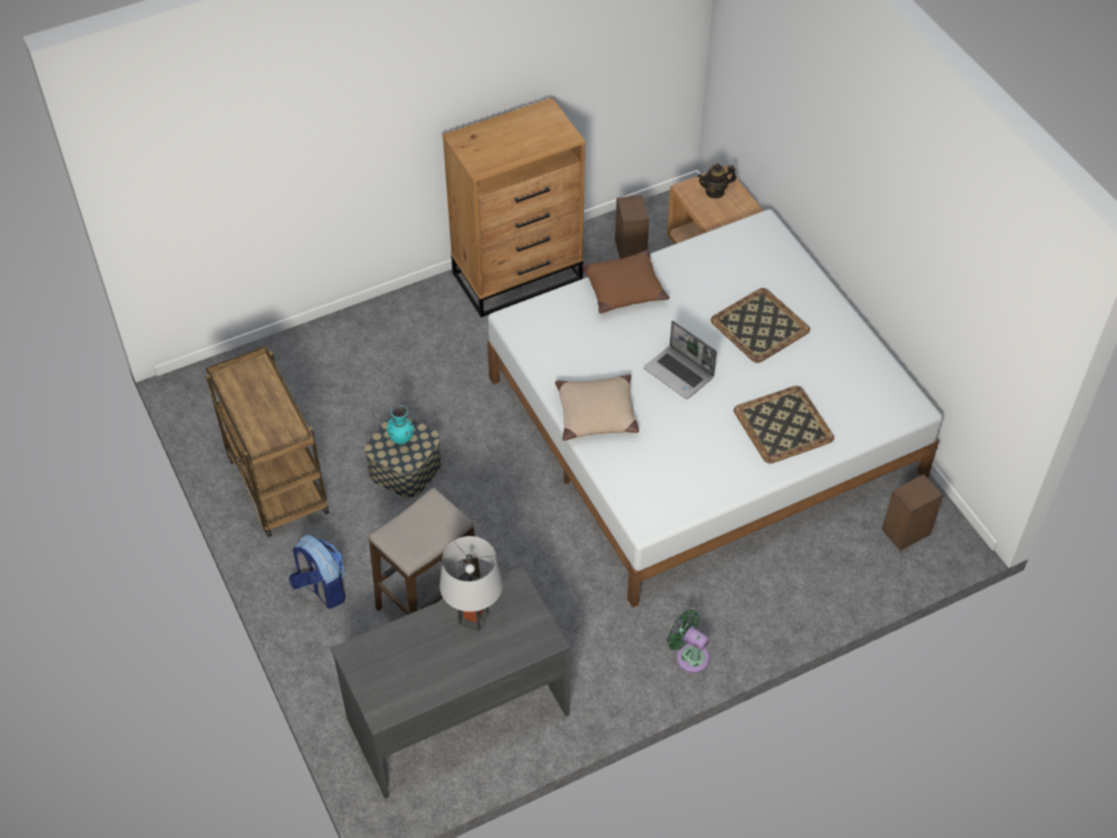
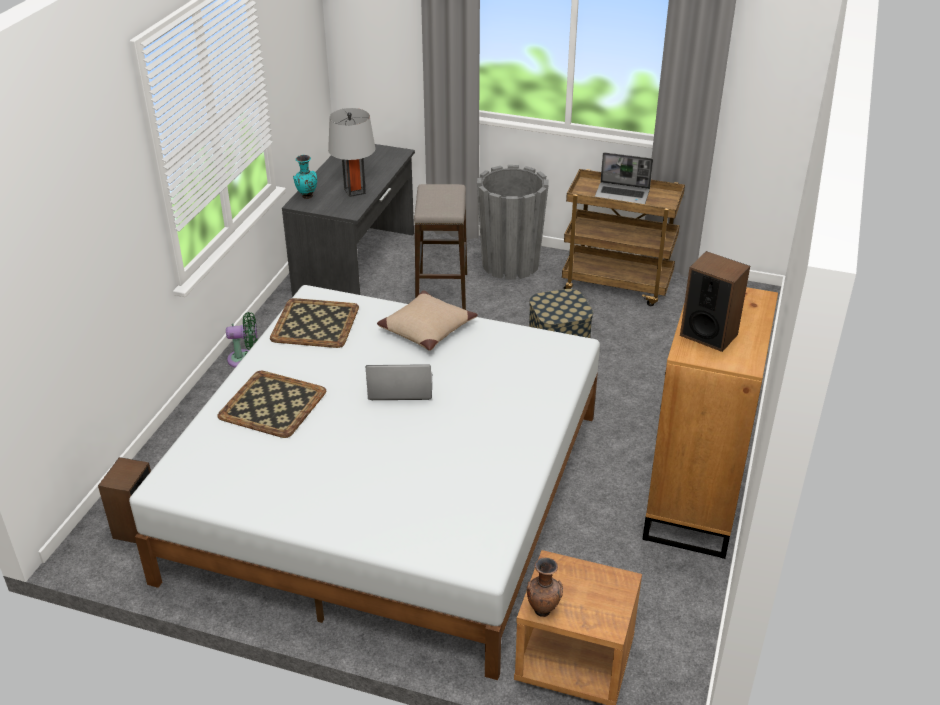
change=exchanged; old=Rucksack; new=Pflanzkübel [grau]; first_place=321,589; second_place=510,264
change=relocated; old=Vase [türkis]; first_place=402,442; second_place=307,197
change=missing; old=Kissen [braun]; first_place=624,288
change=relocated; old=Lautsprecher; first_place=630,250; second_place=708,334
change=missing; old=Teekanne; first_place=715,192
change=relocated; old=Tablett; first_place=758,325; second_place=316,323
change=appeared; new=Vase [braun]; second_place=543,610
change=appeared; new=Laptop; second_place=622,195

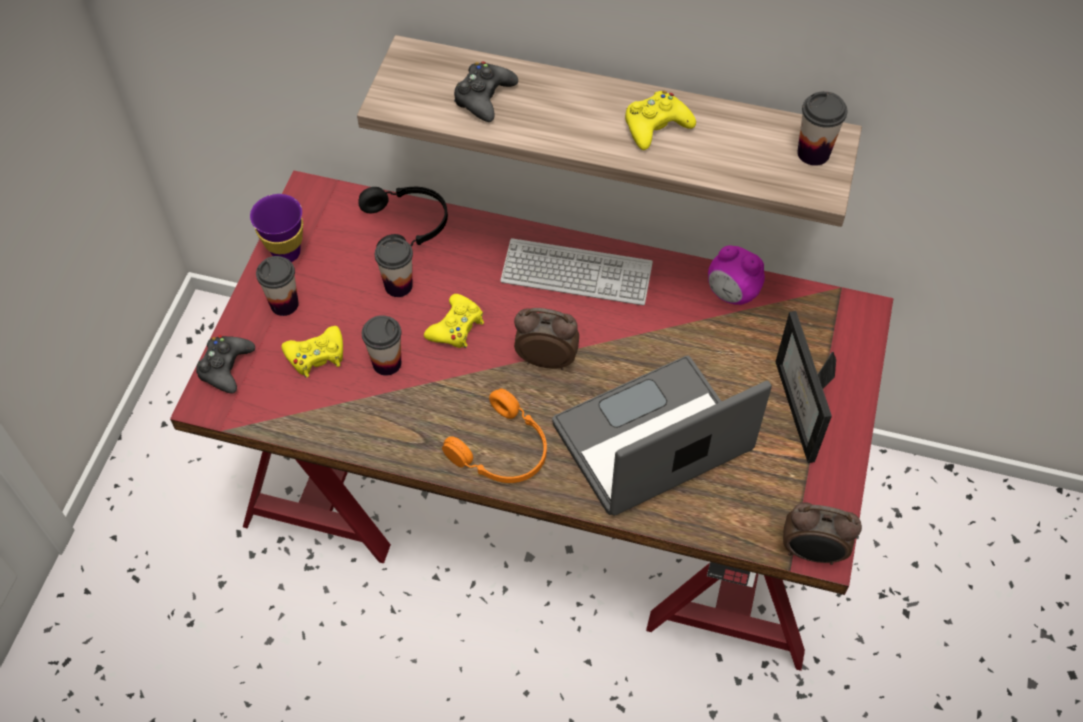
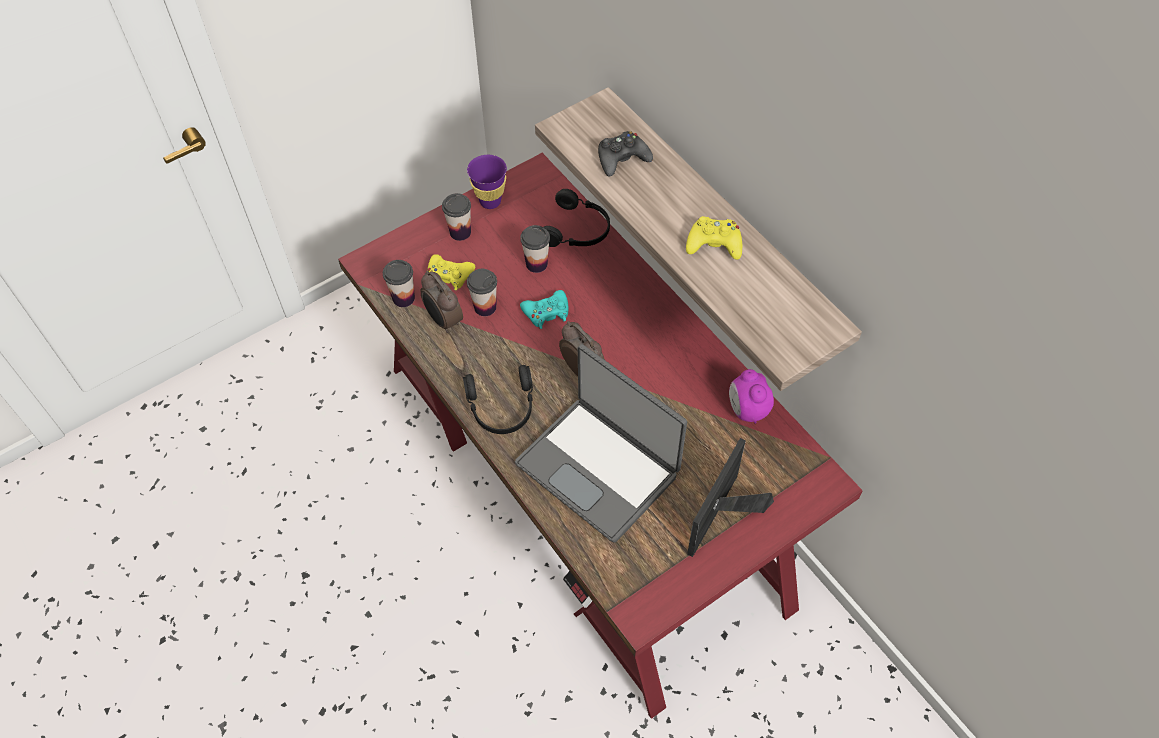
change=missing; old=Gamepad [schwarz]; first_place=226,367
change=colour; old=Gamepad [gelb]; new=Gamepad [türkis]; first_place=456,327; second_place=547,313
change=colour; old=Kopfhörer [orange]; new=Kopfhörer [schwarz]; first_place=503,451; second_place=502,408
change=missing; old=Tastatur; first_place=576,274
change=spun; old=Laptop; first_place=653,441; second_place=599,467; degrees=-150
change=relocated; old=Wecker; first_place=812,553; second_place=443,320
change=relocated; old=Tasse; first_place=813,153; second_place=403,298

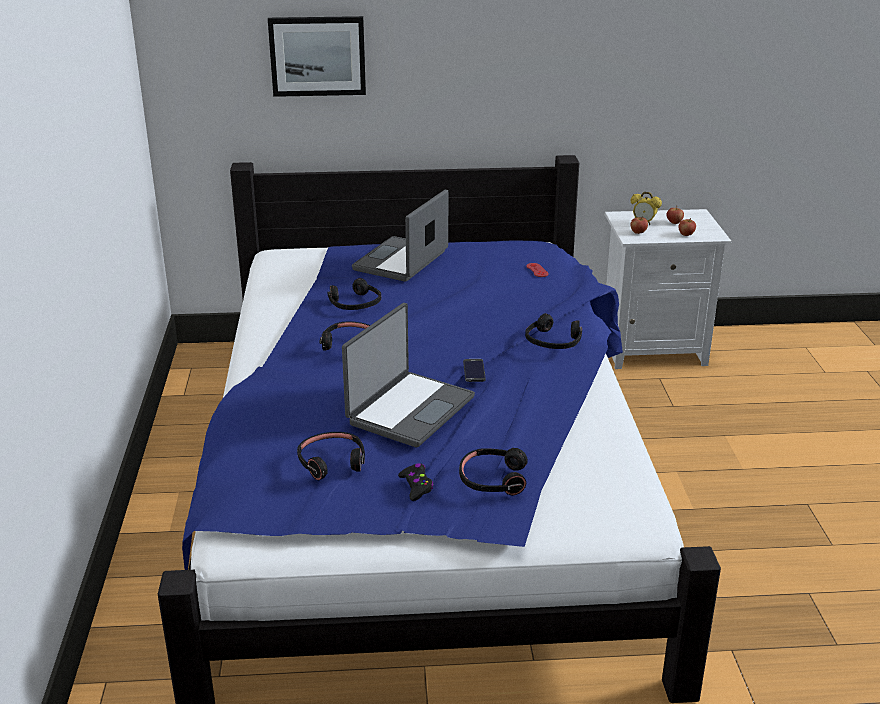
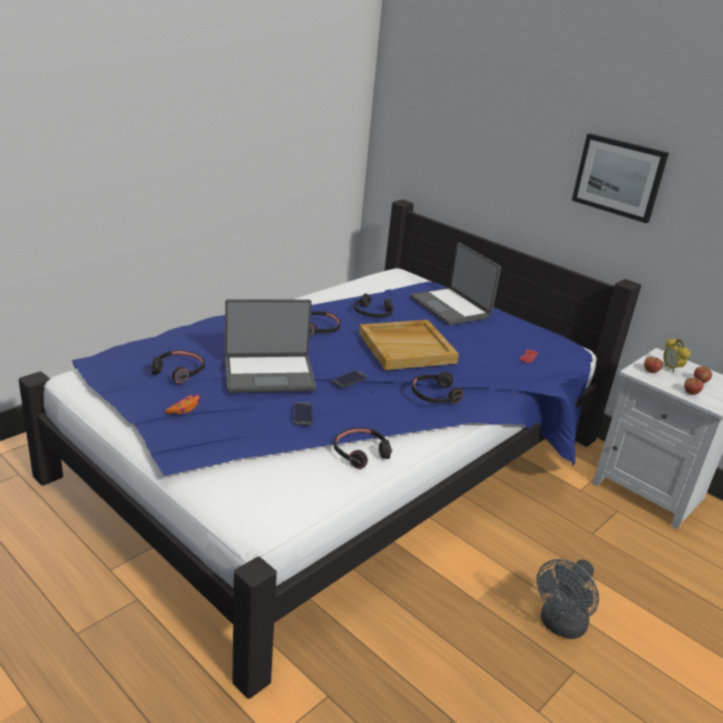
change=relocated; old=Bild; first_place=317,56; second_place=619,177
change=spun; old=Laptop; first_place=402,261; second_place=451,307; degrees=-105
change=colour; old=Gamepad [schwarz]; new=Gamepad [orange]; first_place=416,486; second_place=184,408
change=relocated; old=Kopfhörer [schwarz]; first_place=492,479; second_place=361,453
change=appeared; new=Handy; second_place=303,414
change=appeared; new=Tablett [beige]; second_place=407,347
change=appeared; new=Ventilator [grau]; second_place=560,626

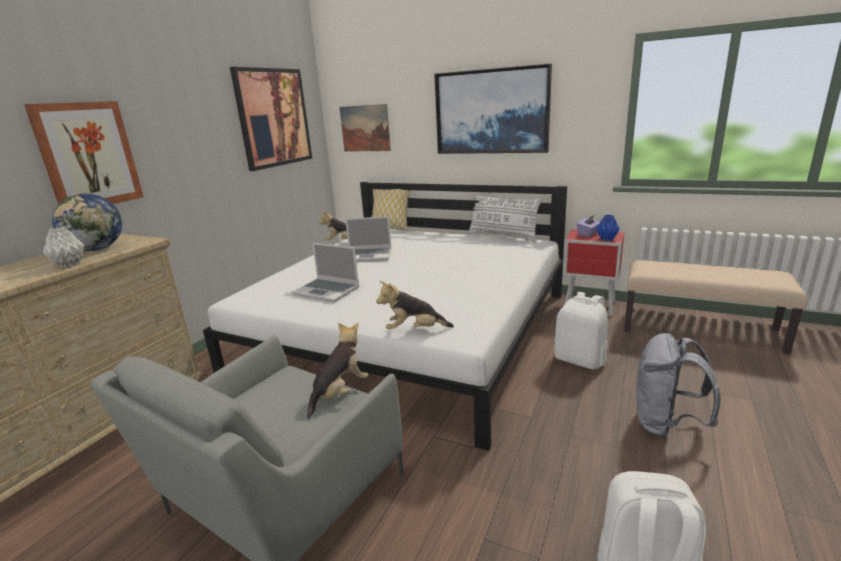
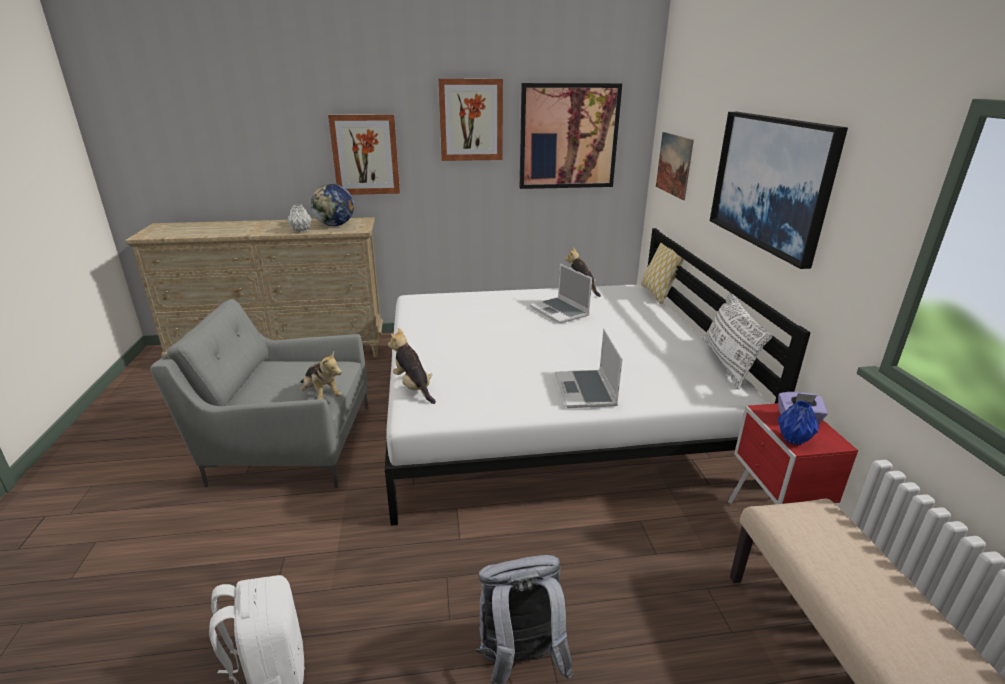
change=relocated; old=Laptop; first_place=327,291; second_place=586,391
change=spun; old=Plüschtier; first_place=340,393; second_place=321,395; degrees=45
change=missing; old=Rucksack [weiß]; first_place=580,360
change=appeared; new=Bild; second_place=471,120

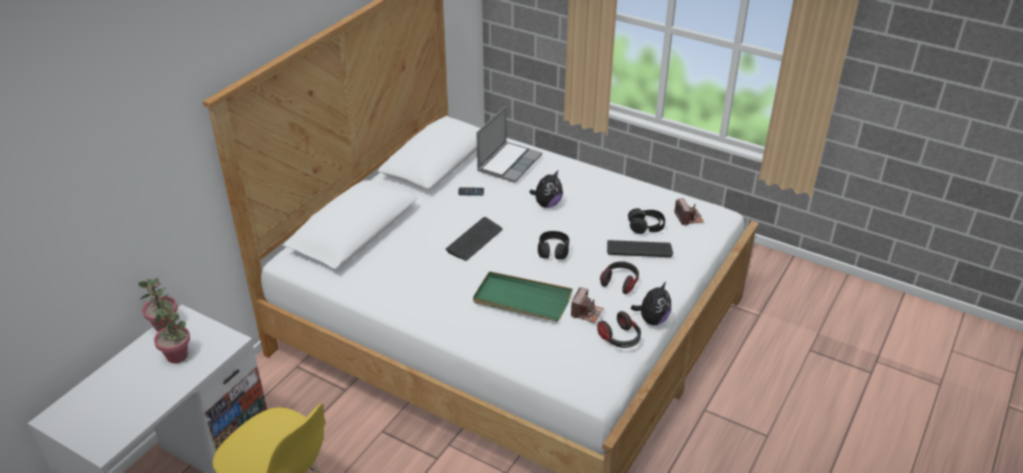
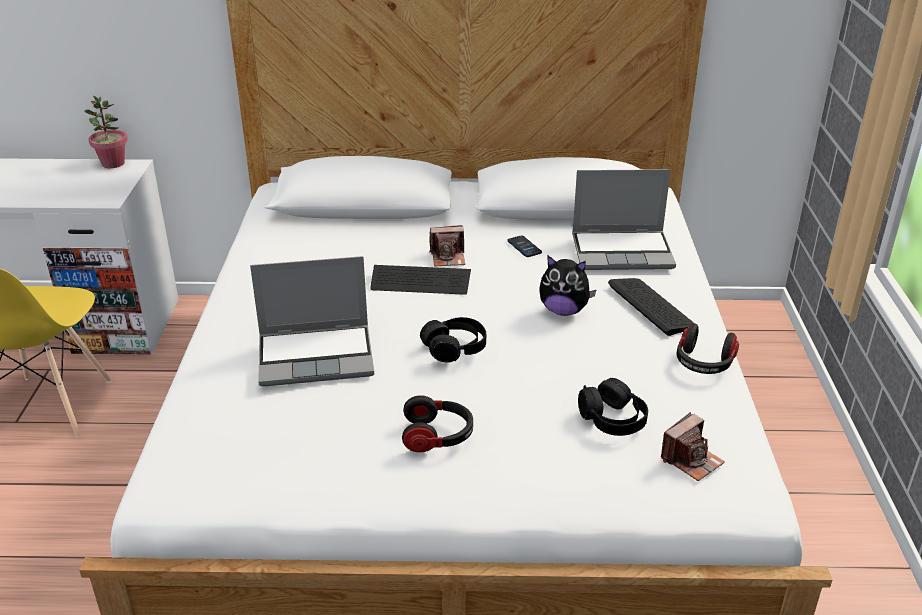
change=missing; old=Topfpflanze; first_place=177,356
change=exchanged; old=Tablett [grün]; new=Laptop; first_place=522,300; second_place=317,356
change=relocated; old=Kamera; first_place=586,312; second_place=448,257
change=relocated; old=Kopfhörer; first_place=620,339; second_place=703,364
change=relocated; old=Tastatur; first_place=639,249; second_place=651,306
change=missing; old=Plüschtier; first_place=652,320

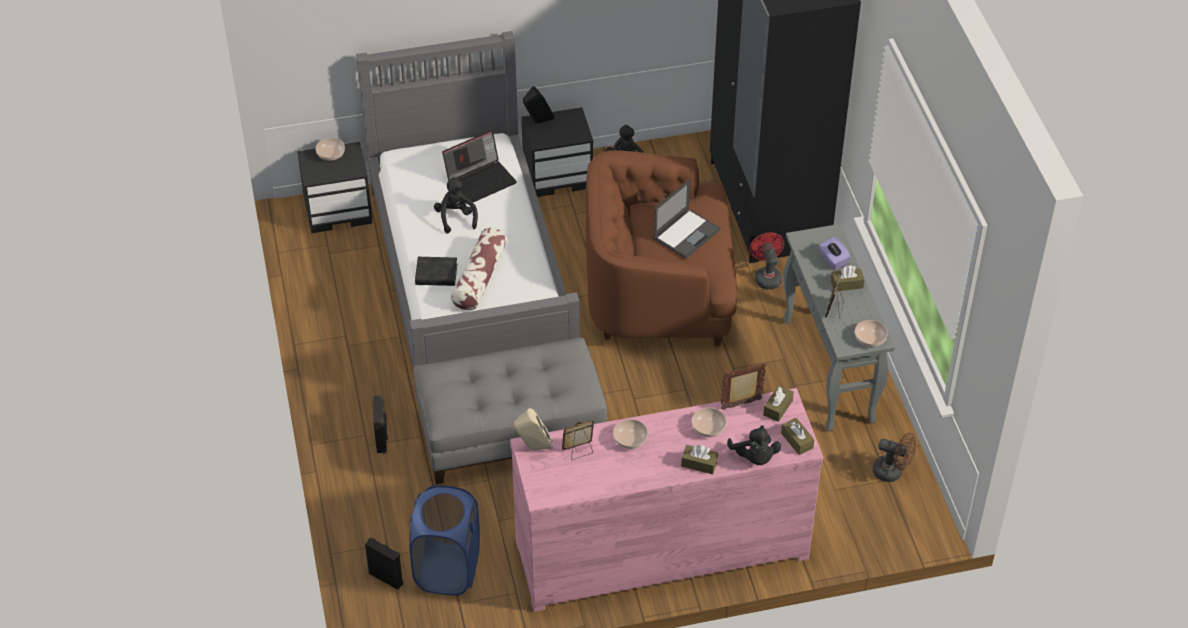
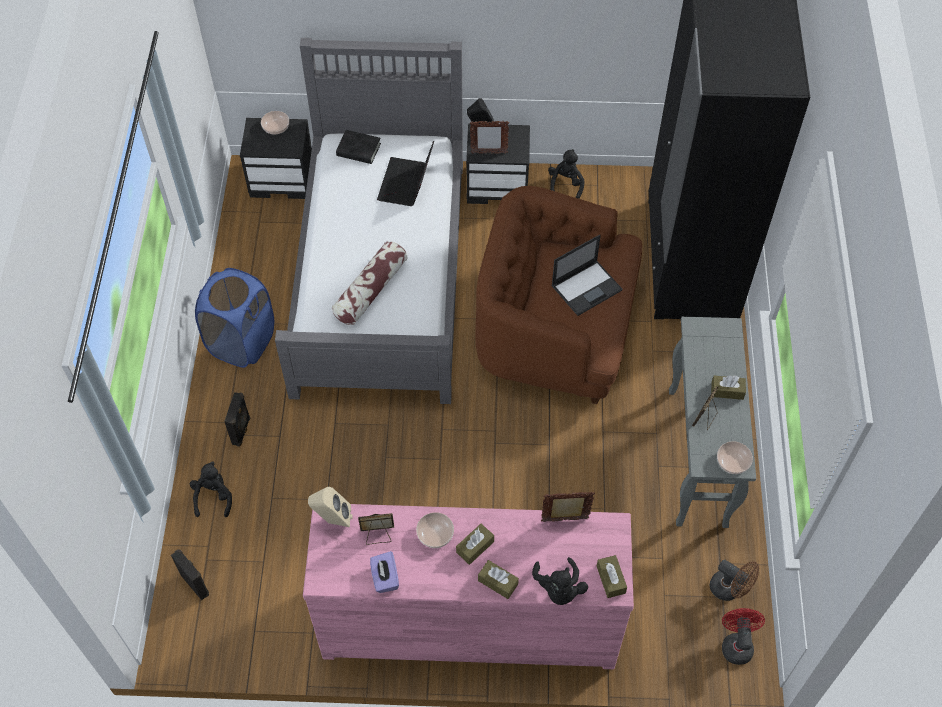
change=relocated; old=Wäschekorb [blau]; first_place=447,569; second_place=242,342
change=missing; old=Polsterhocker [grau]; first_place=511,432
change=relocated; old=Buch [schwarz]; first_place=436,274; second_place=358,150
change=relocated; old=Plüschtier [schwarz]; first_place=456,218; second_place=213,497
change=spun; old=Laptop; first_place=481,180; second_place=406,184; degrees=120
change=missing; old=Schüssel; first_place=708,428
change=relocated; old=Ventilator [rot]; first_place=766,276; second_place=736,644
change=relocated; old=Taschentuchbox [braun]; first_place=778,408; second_place=475,547
change=relocated; old=Taschentuchbox [lila]; first_place=833,260; second_place=385,578
change=appeared; new=Bilderrahmen; second_place=488,153

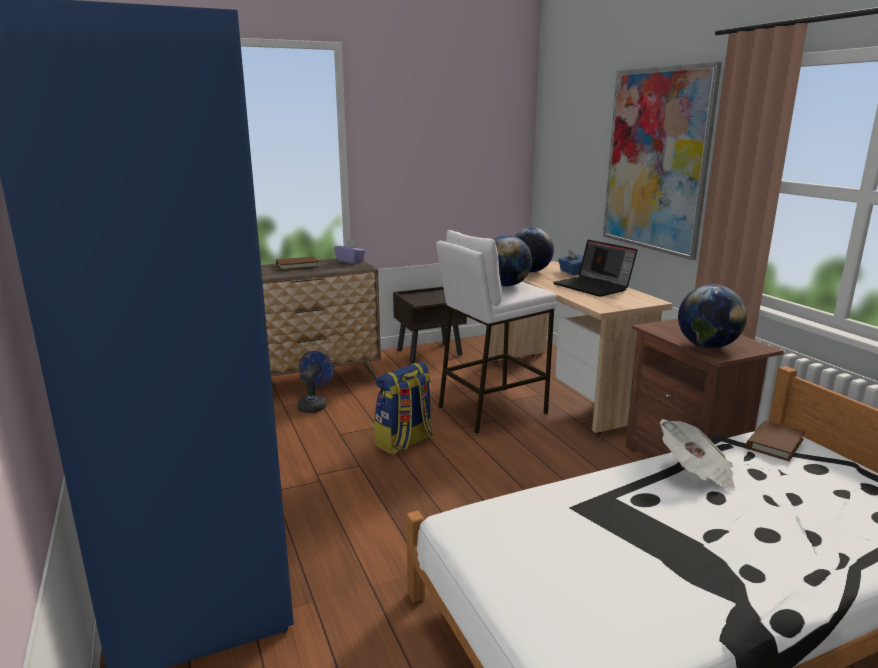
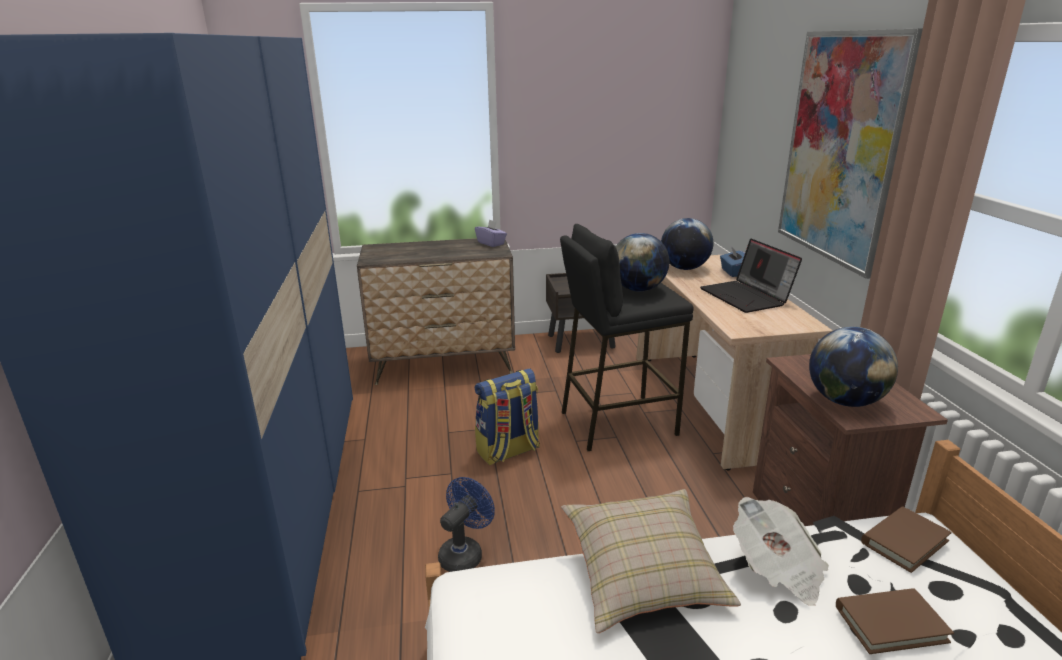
change=relocated; old=Buch [braun]; first_place=297,266; second_place=890,624
change=relocated; old=Ventilator [blau]; first_place=314,405; second_place=464,553
change=colour; old=Hocker [weiß]; new=Hocker [schwarz]; first_place=491,410; second_place=617,422
change=appeared; new=Kissen [beige]; second_place=643,576

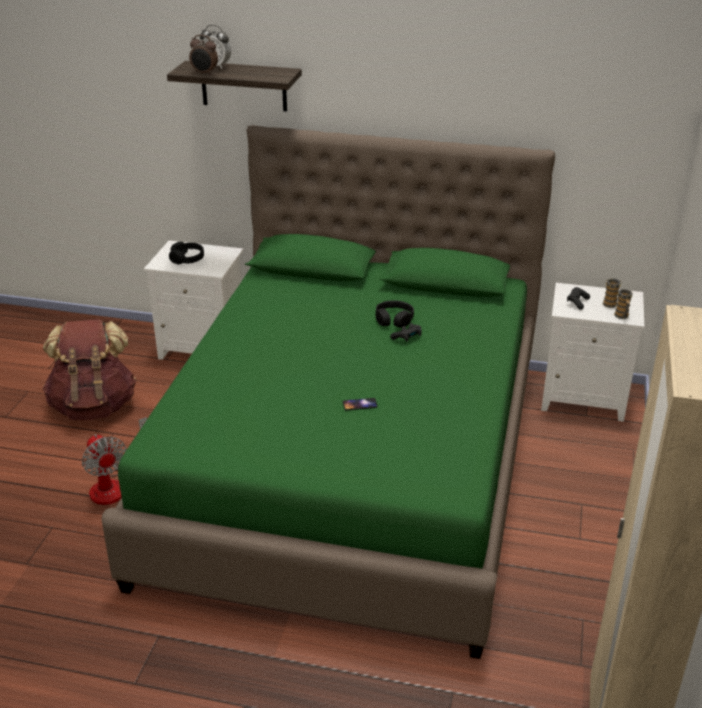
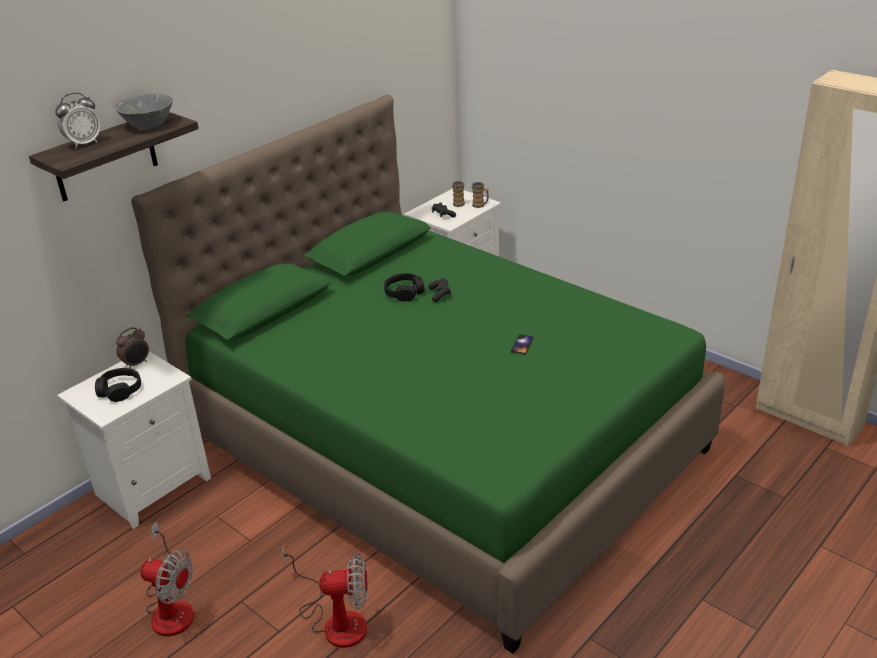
change=exchanged; old=Rucksack [braun]; new=Ventilator; first_place=94,406; second_place=171,607
change=relocated; old=Wecker; first_place=204,73; second_place=137,364
change=appeared; new=Schüssel [grau]; second_place=148,124

